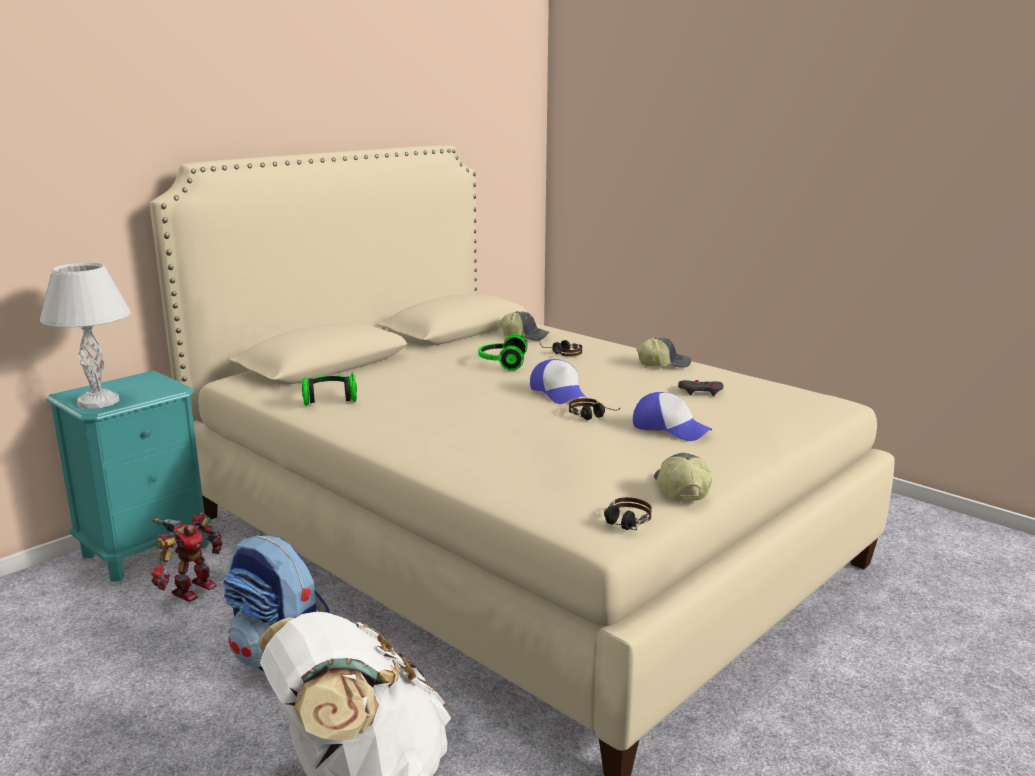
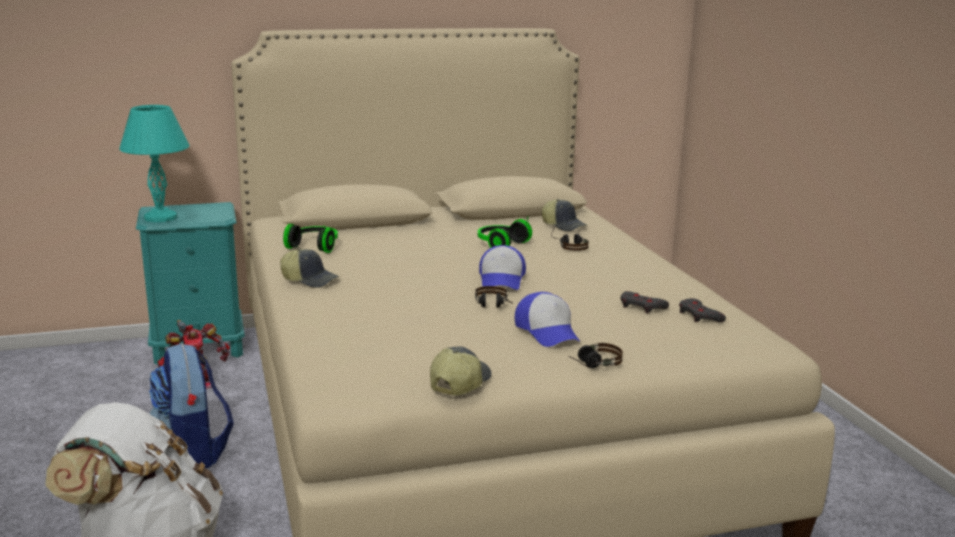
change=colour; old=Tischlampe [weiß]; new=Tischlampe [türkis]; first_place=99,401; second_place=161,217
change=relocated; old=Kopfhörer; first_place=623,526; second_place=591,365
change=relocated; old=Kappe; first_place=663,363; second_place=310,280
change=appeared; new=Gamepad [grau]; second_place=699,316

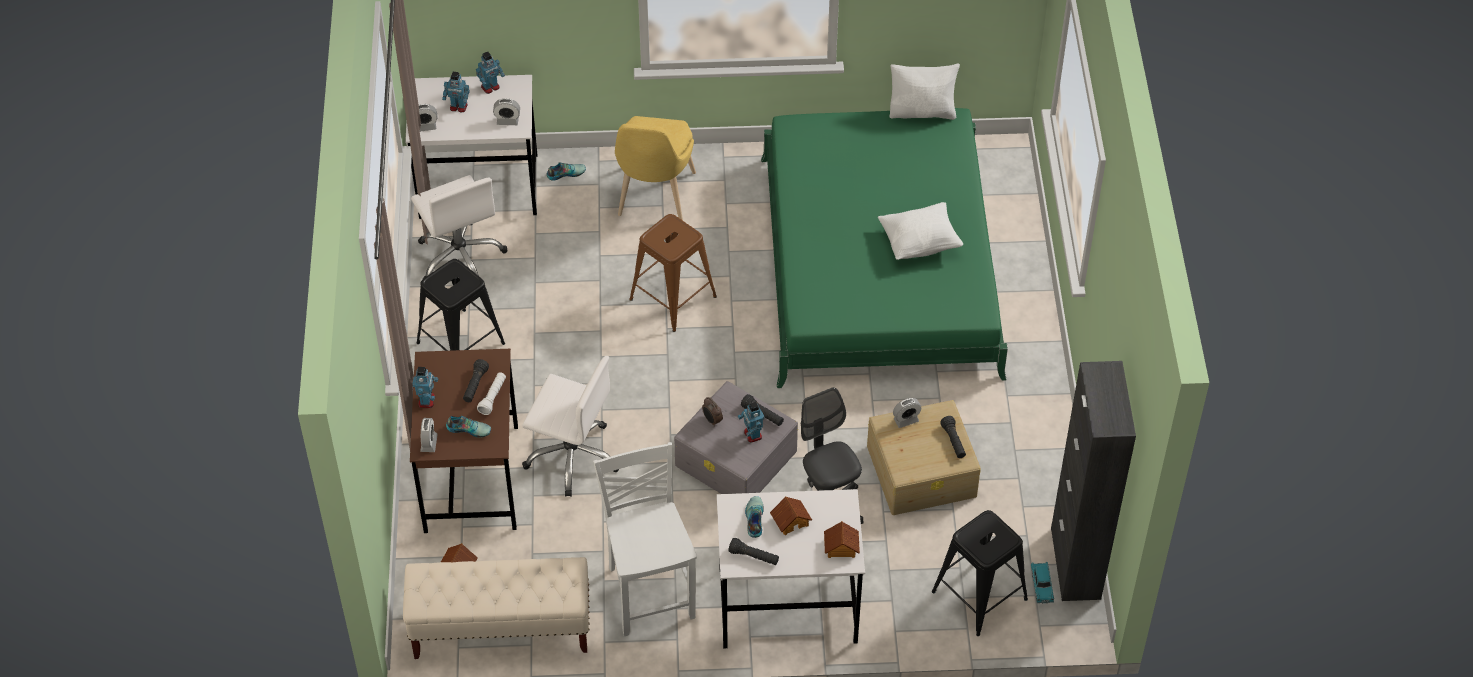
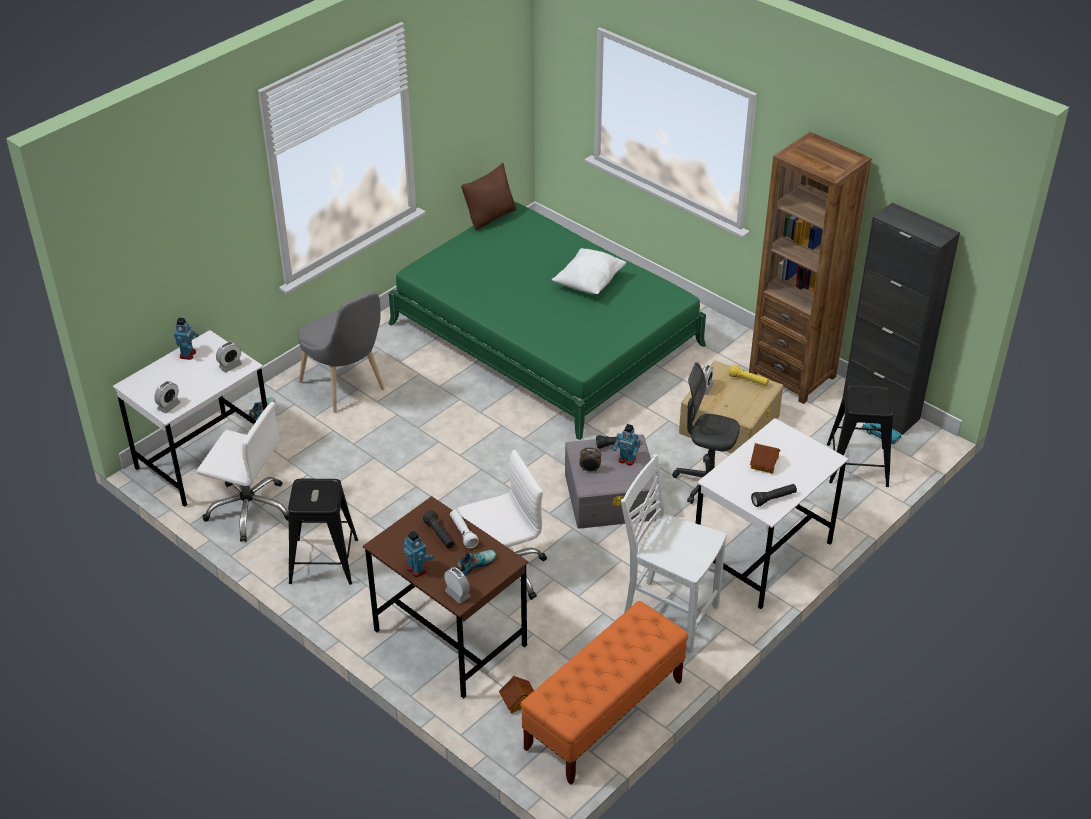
change=colour; old=Bank [beige]; new=Bank [orange]; first_place=501,629; second_place=604,715
change=missing; old=Spielzeugroboter; first_place=458,107
change=colour; old=Stuhl [gelb]; new=Stuhl [grau]; first_place=654,199; second_place=346,388
change=missing; old=Hocker [braun]; first_place=673,298
change=missing; old=Schuh; first_place=754,519
change=missing; old=Spielzeughaus; first_place=841,547
change=colour; old=Kissen [weiß]; new=Kissen [braun]; first_place=922,112; second_place=490,217
change=colour; old=Taschenlampe [schwarz]; new=Taschenlampe [gelb]; first_place=953,442; second_place=748,381
change=appeared; new=Bücherregal [braun]; second_place=792,375

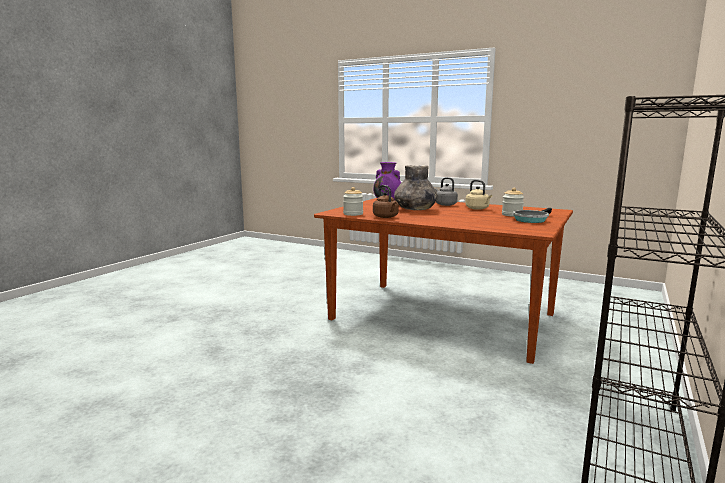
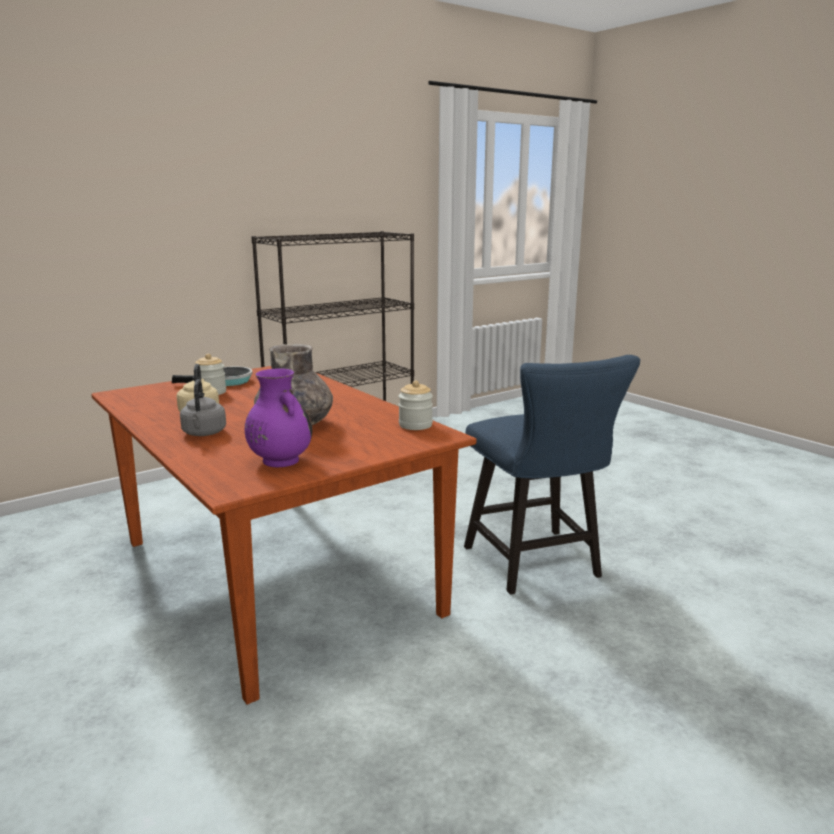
change=missing; old=Wasserkessel [braun]; first_place=386,217
change=appeared; new=Stuhl [blau]; second_place=537,566

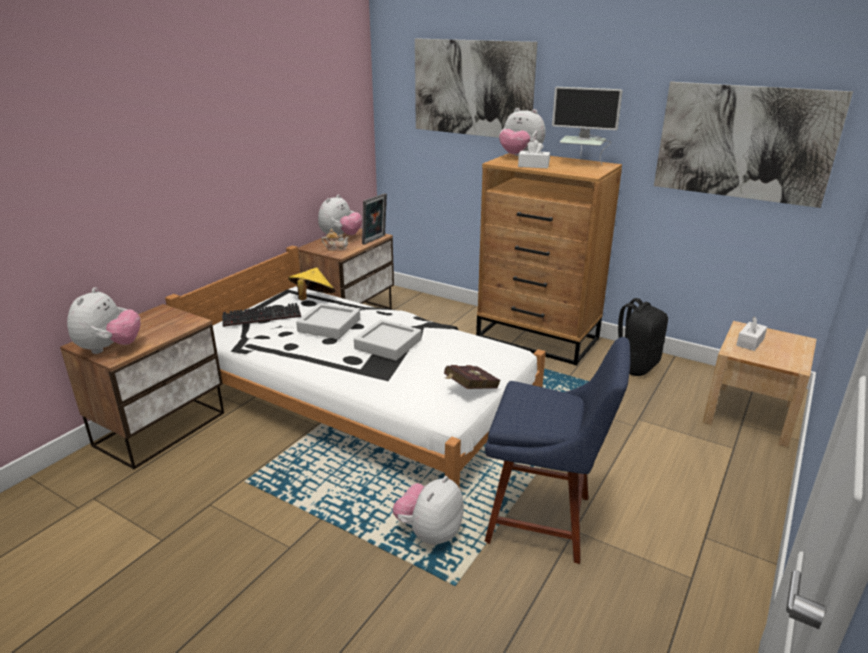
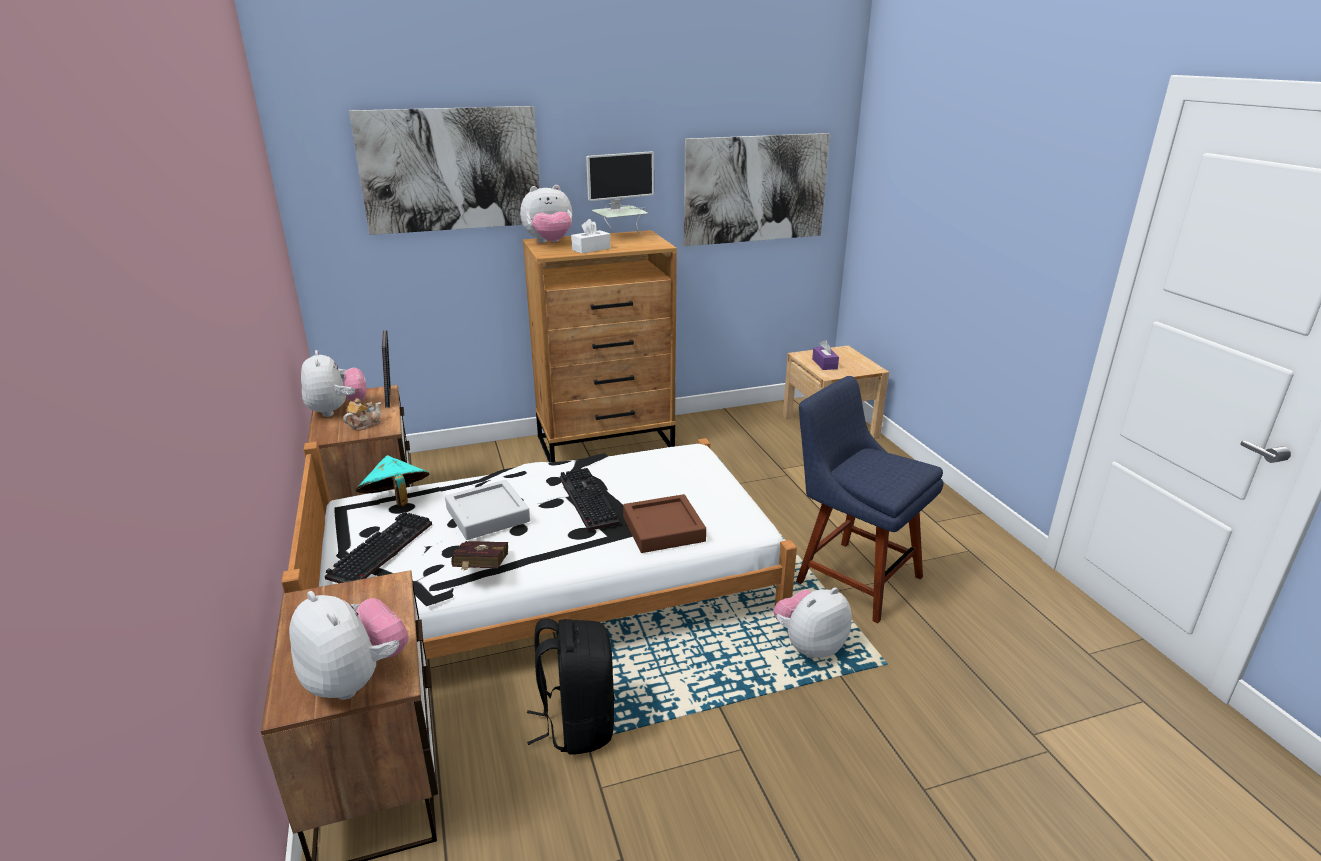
change=colour; old=Hut [gelb]; new=Hut [türkis]; first_place=312,299; second_place=396,501
change=exchanged; old=Tablett [grau]; new=Tastatur; first_place=388,344; second_place=585,500
change=spun; old=Plüschtier; first_place=429,533; second_place=809,645; degrees=75
change=relocated; old=Buch [rot]; first_place=469,389; second_place=481,571
change=spun; old=Stuhl [blau]; first_place=545,520; second_place=853,577; degrees=-105
change=relocated; old=Rucksack [schwarz]; first_place=635,365; second_place=577,723
change=colour; old=Taschentuchbox [weiß]; new=Taschentuchbox [lila]; first_place=750,342; second_place=824,364
change=appeared; new=Tablett [braun]; second_place=663,529

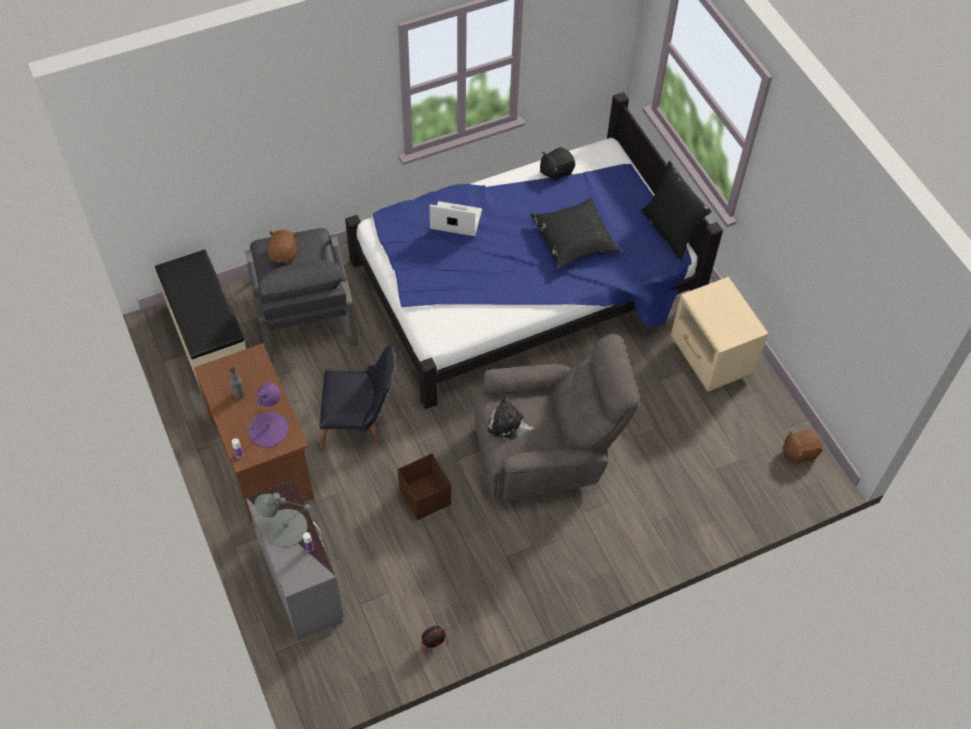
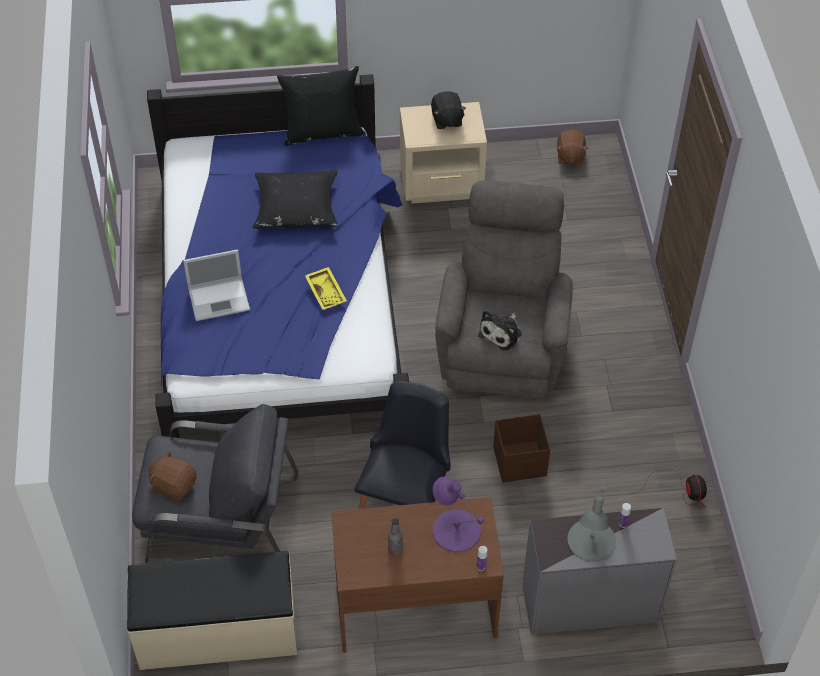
change=spun; old=Laptop; first_place=455,220; second_place=220,299; degrees=-135
change=relocated; old=Plüschtier [schwarz]; first_place=556,172; second_place=446,120
change=appeared; new=Tablett [gelb]; second_place=326,292

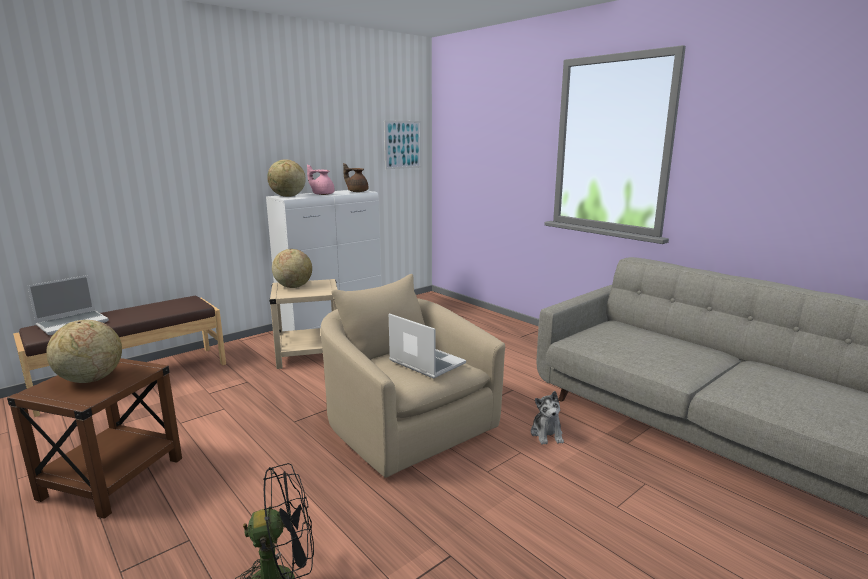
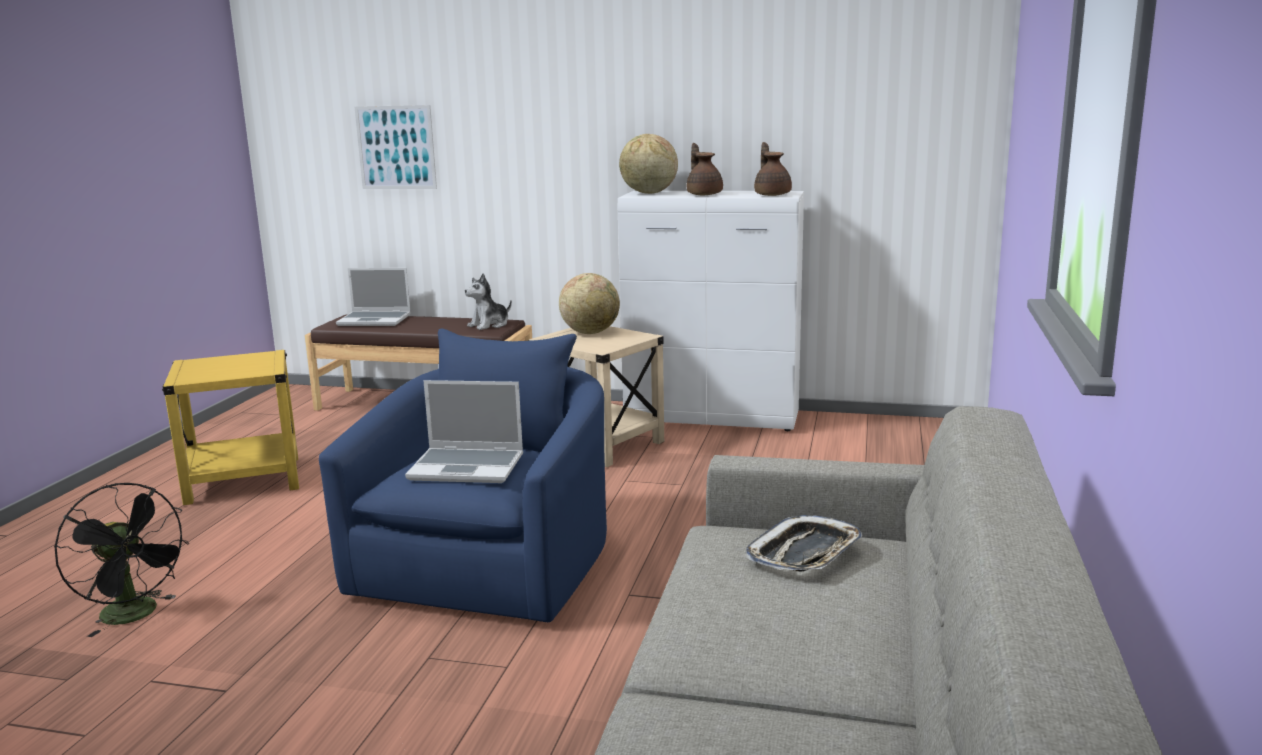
change=colour; old=Beistelltisch [braun]; new=Beistelltisch [gelb]; first_place=113,478; second_place=245,480
change=missing; old=Globus; first_place=90,379
change=colour; old=Teekanne [rosa]; new=Teekanne [braun]; first_place=322,194; second_place=704,194
change=colour; old=Sessel [beige]; new=Sessel [blau]; first_place=405,424; second_place=492,563
change=relocated; old=Bild; first_place=403,144; second_place=396,147
change=spun; old=Laptop; first_place=425,362; second_place=468,467; degrees=90
change=relocated; old=Plüschtier; first_place=547,434; second_place=489,325
change=appeared; new=Tablett; second_place=805,553

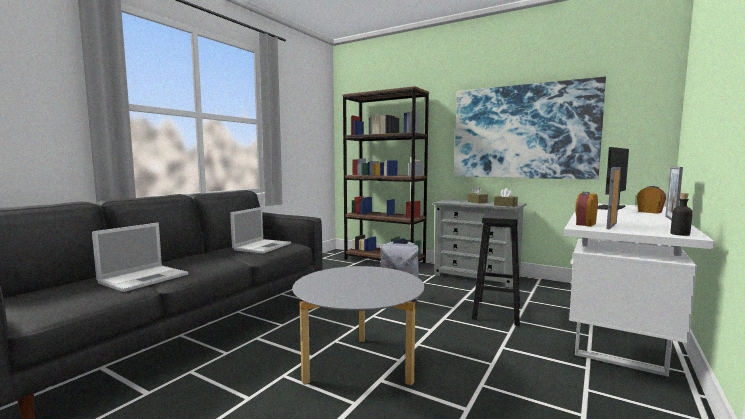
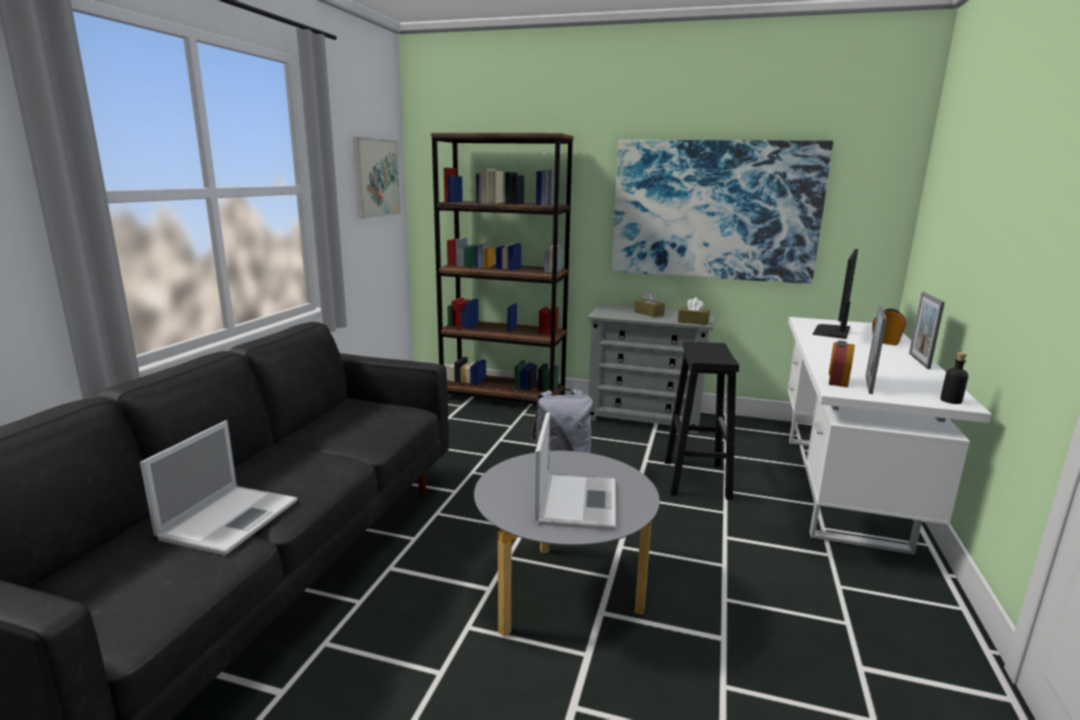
change=relocated; old=Laptop; first_place=263,246; second_place=576,500
change=appeared; new=Bild; second_place=376,178

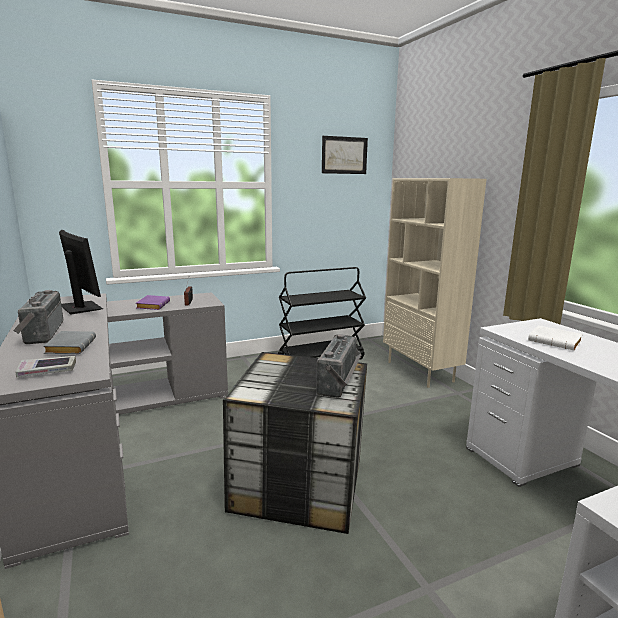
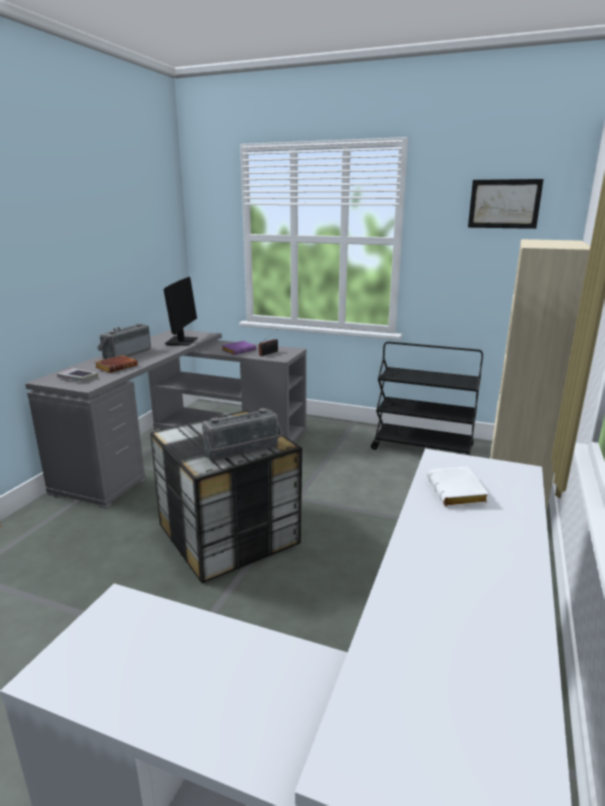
change=colour; old=Buch [grau]; new=Buch [braun]; first_place=70,347; second_place=116,367

